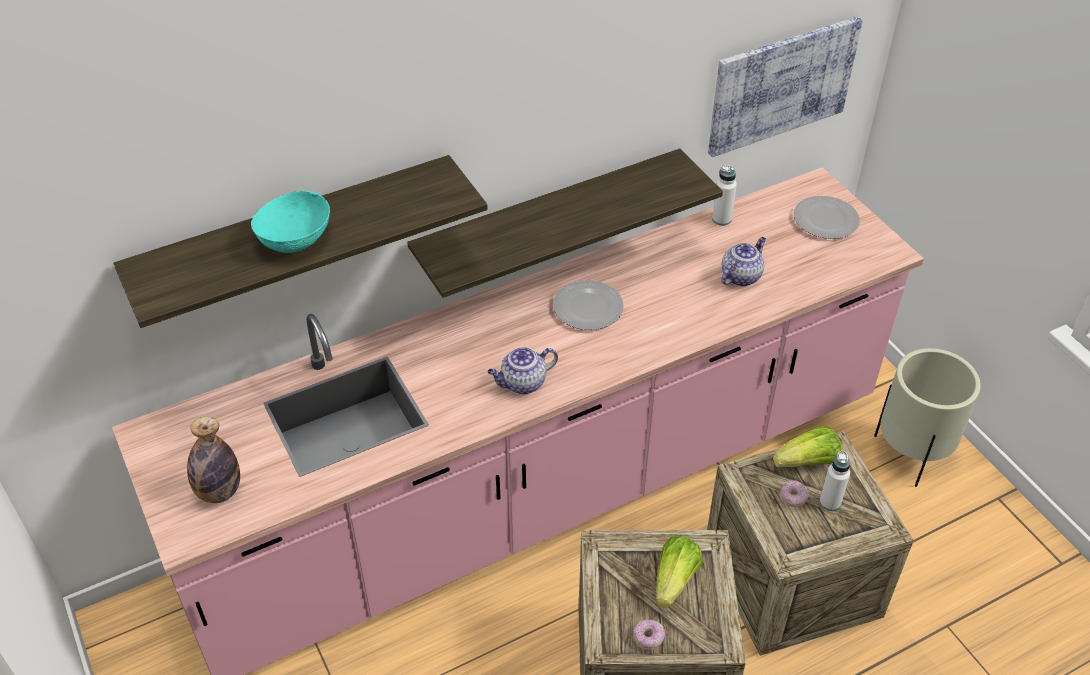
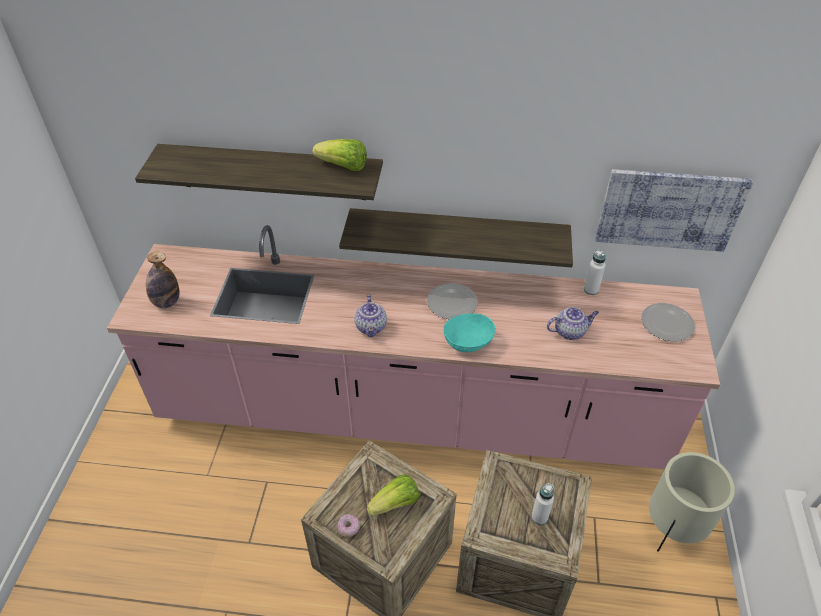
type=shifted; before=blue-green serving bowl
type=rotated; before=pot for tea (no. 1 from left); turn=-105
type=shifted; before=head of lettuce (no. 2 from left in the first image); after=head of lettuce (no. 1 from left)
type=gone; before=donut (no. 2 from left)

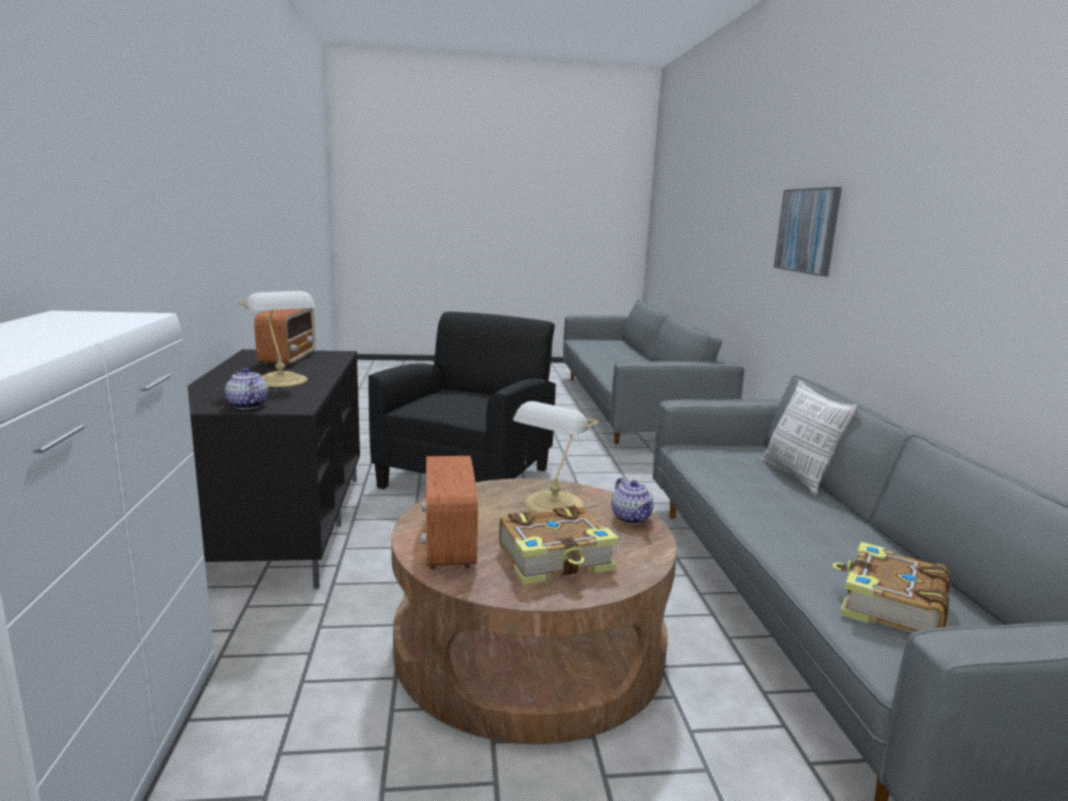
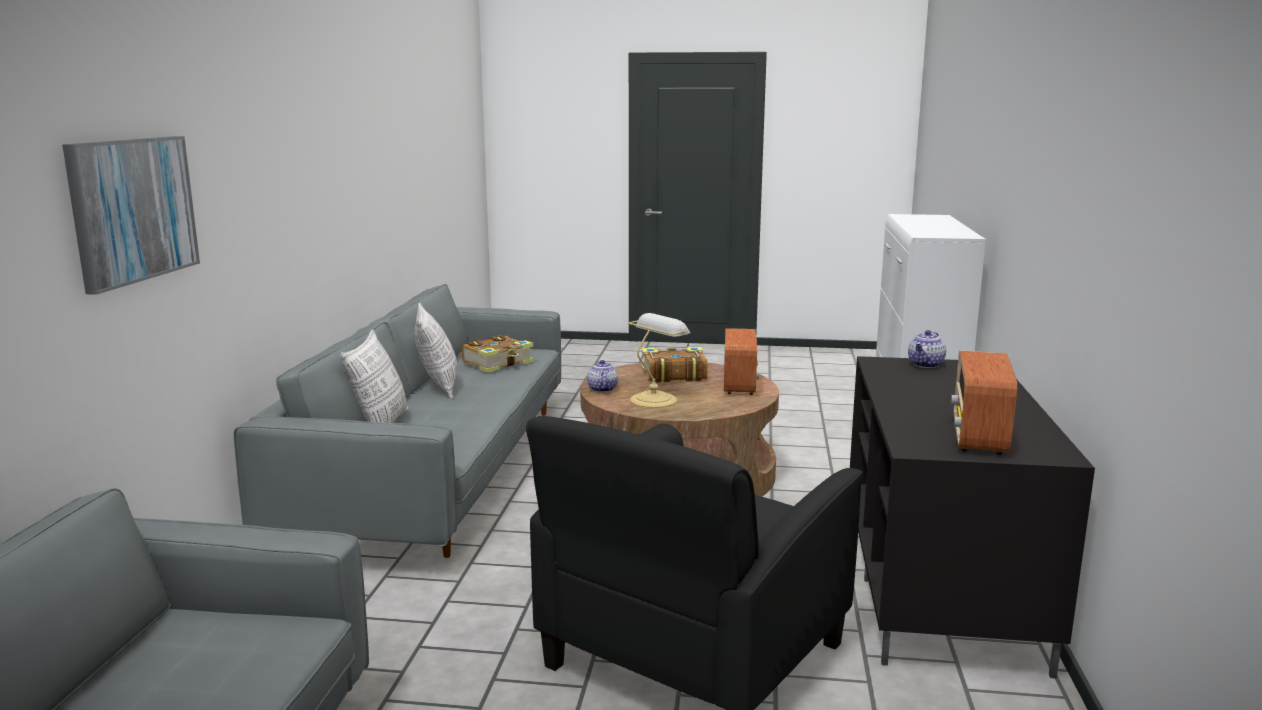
type=rotated; before=pot for tea (no. 1 from left in the first image); turn=60
type=gone; before=tabletop lamp (no. 1 from left)
type=new; after=throw pillow (no. 2 from left)

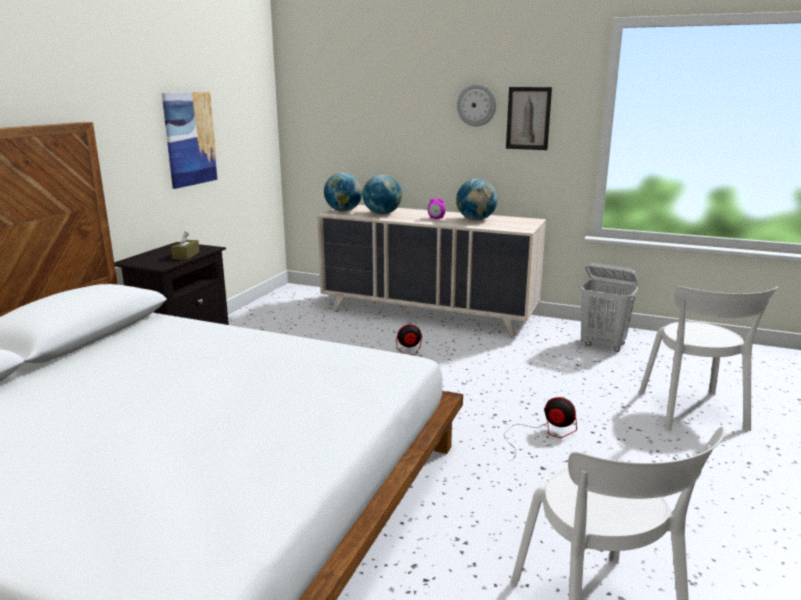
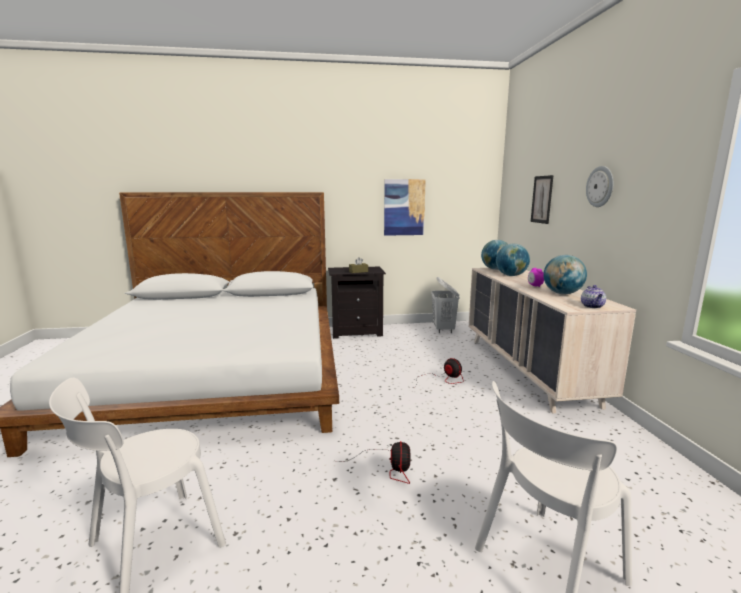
type=shifted; before=wall art (no. 2 from left)
type=shifted; before=whitish hamper
type=new; after=pot for tea

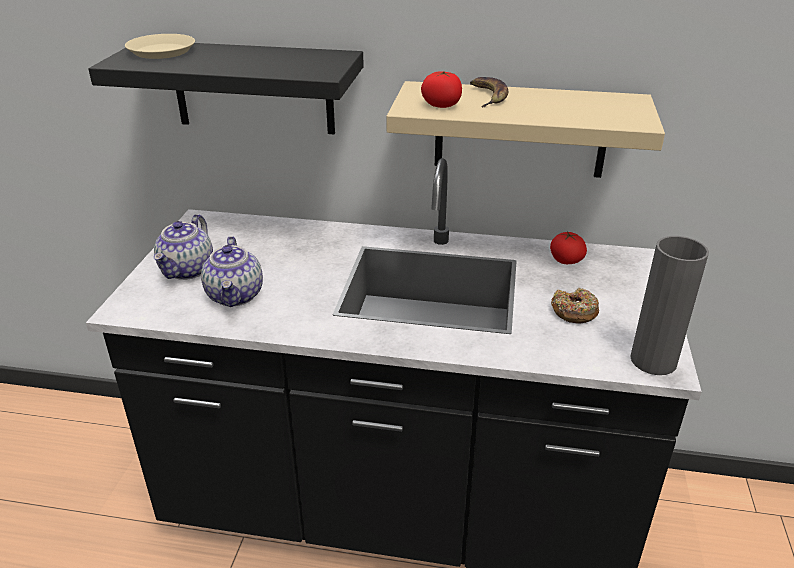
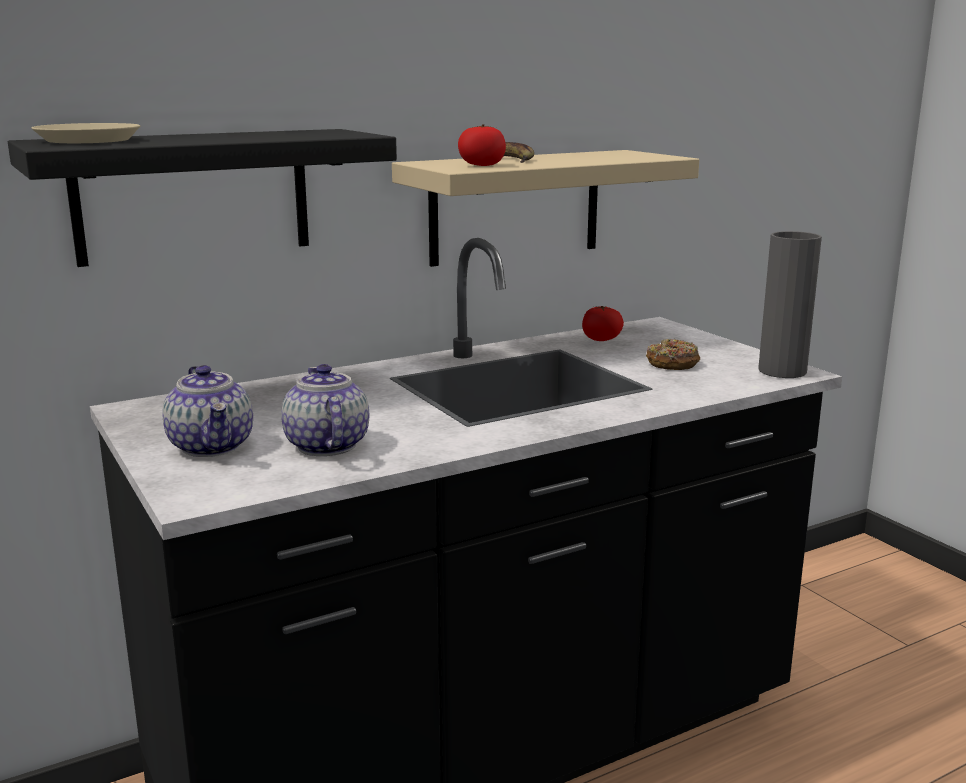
type=rotated; before=pot for tea (no. 2 from left); turn=-150

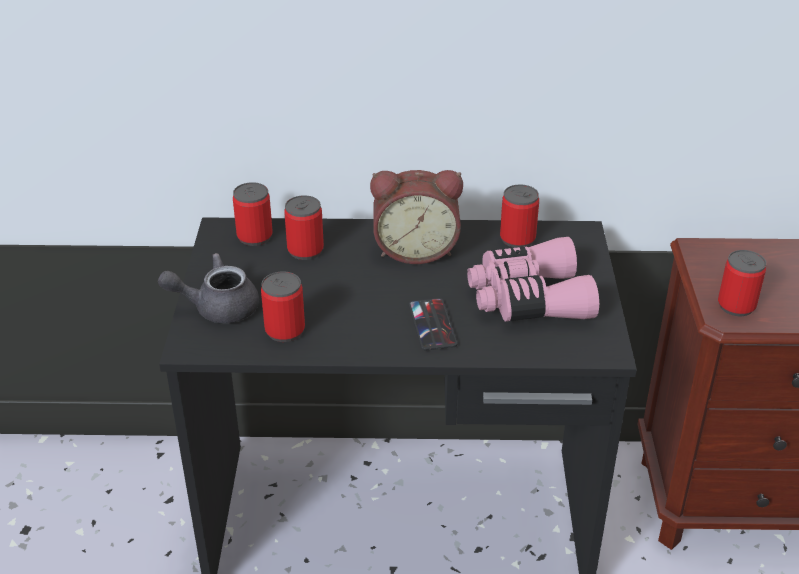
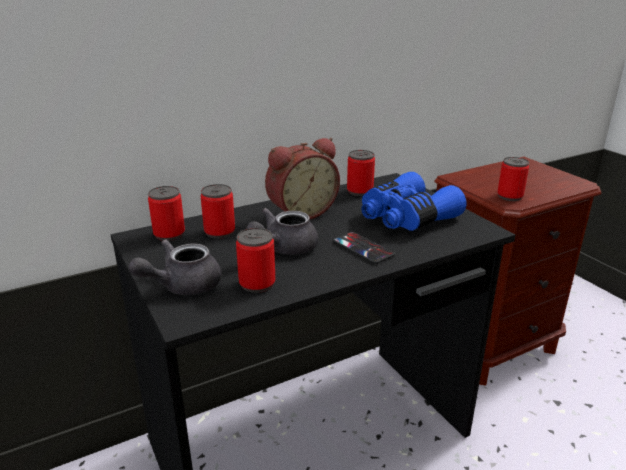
type=repainted; before=pinkish field glasses; after=blue-coloured field glasses
type=new; after=grey pot for tea (no. 2 from left)

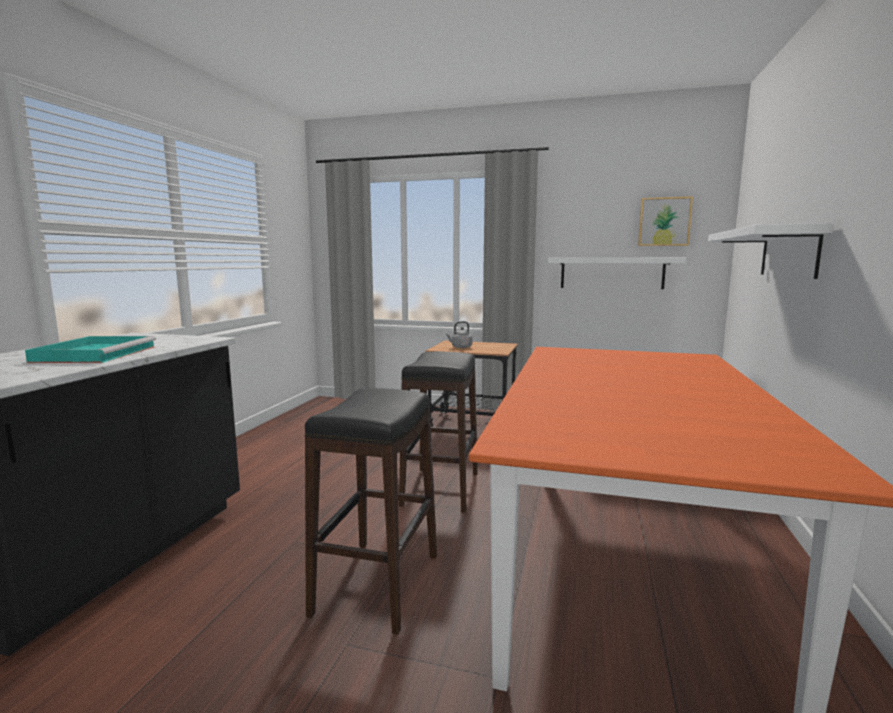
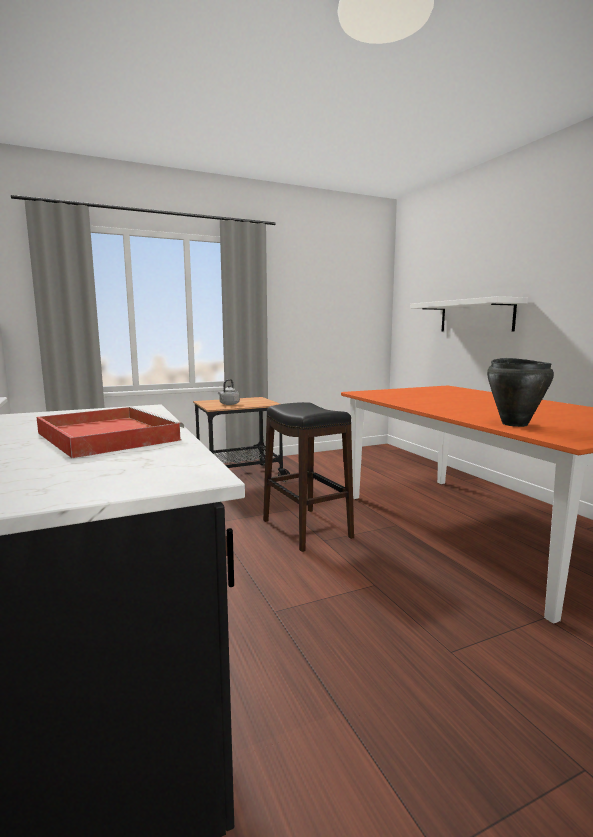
type=repainted; before=blue-green serving tray; after=red serving tray
type=gone; before=black sitting stool (no. 1 from left)
type=gone; before=whitish wall shelf (no. 1 from left)
type=gone; before=wall art
type=new; after=black cooking pot

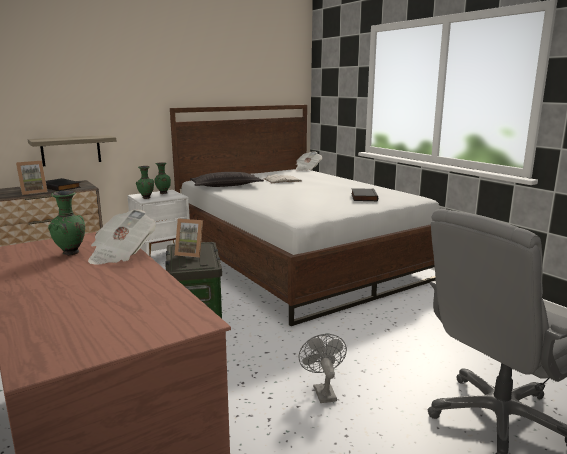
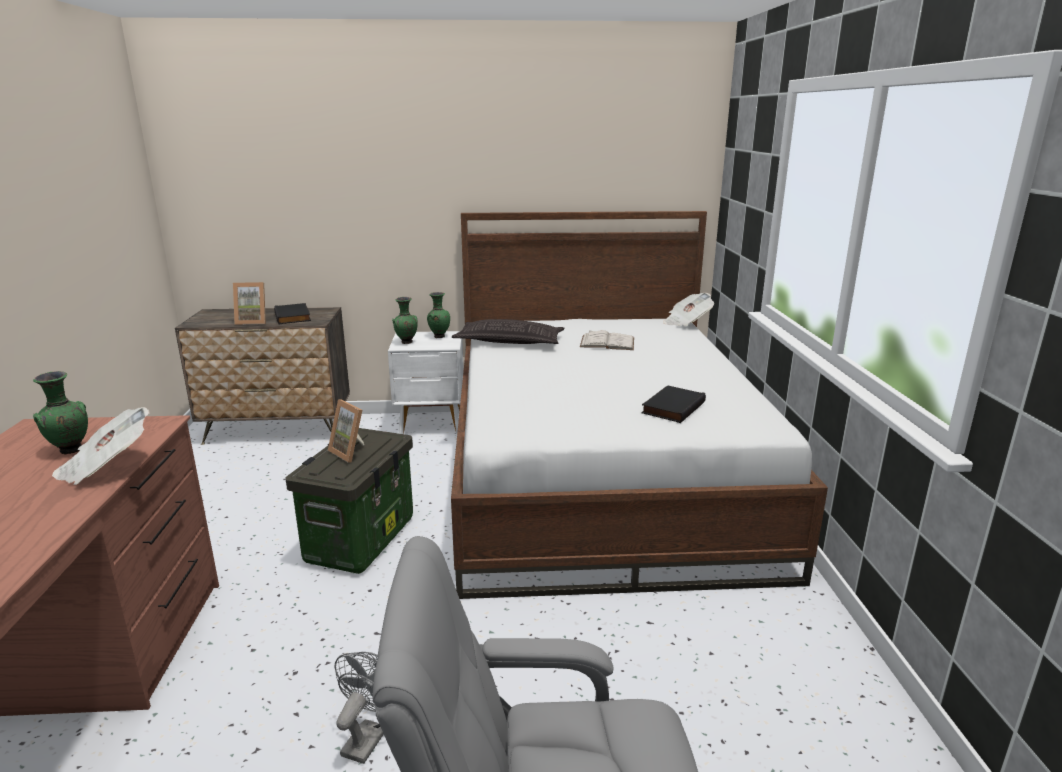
type=gone; before=wall shelf

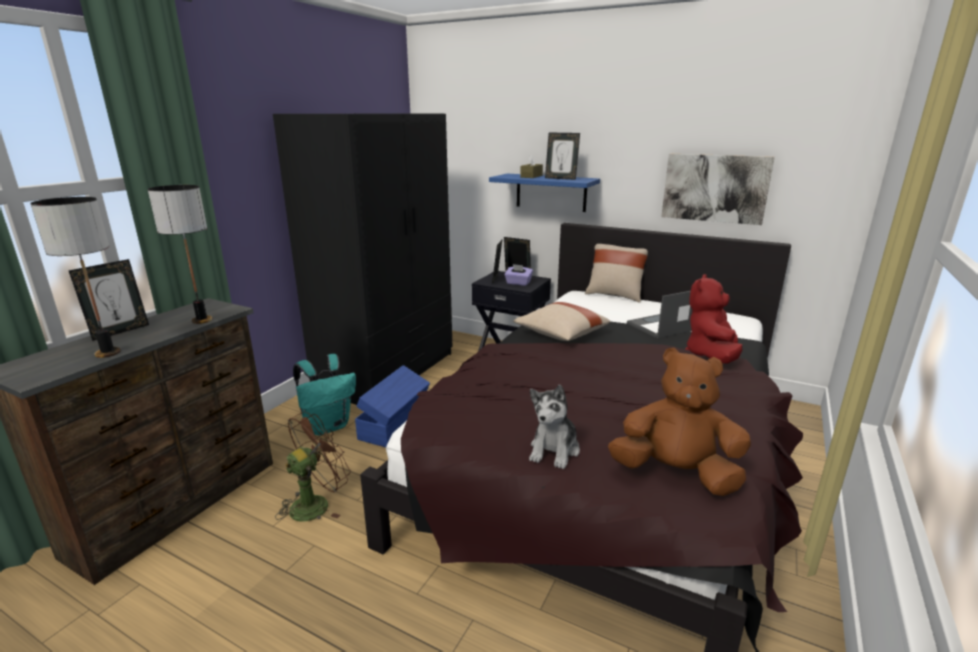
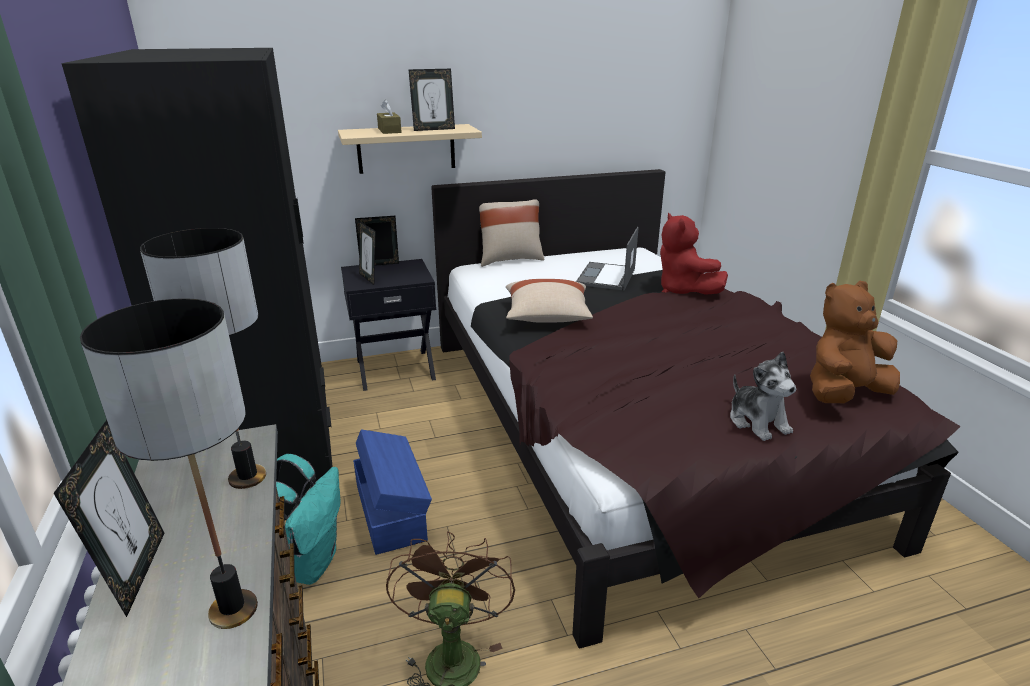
type=repainted; before=blue-coloured wall shelf; after=beige wall shelf
type=gone; before=purplish tissue box
type=gone; before=wall art

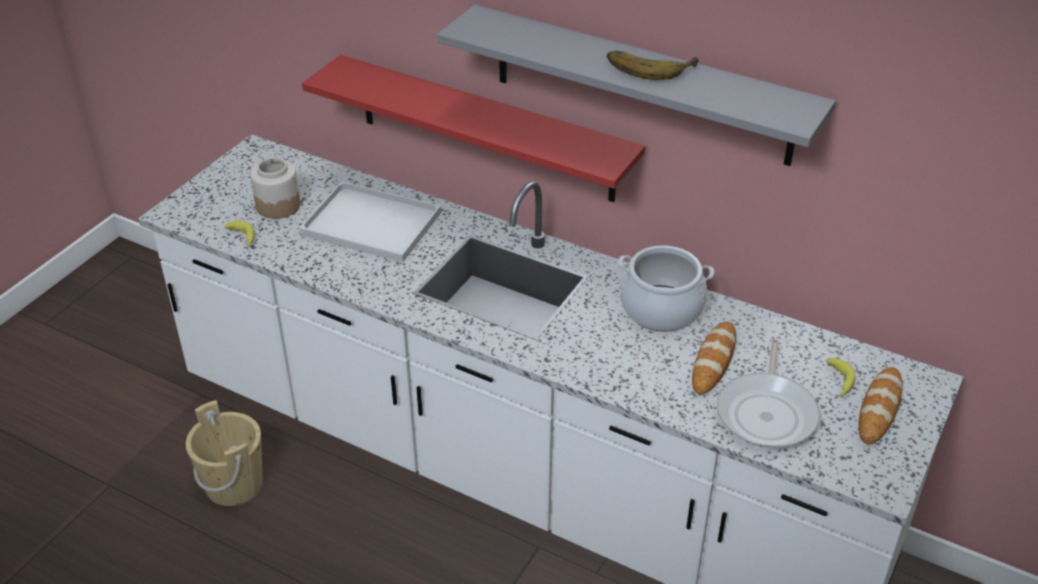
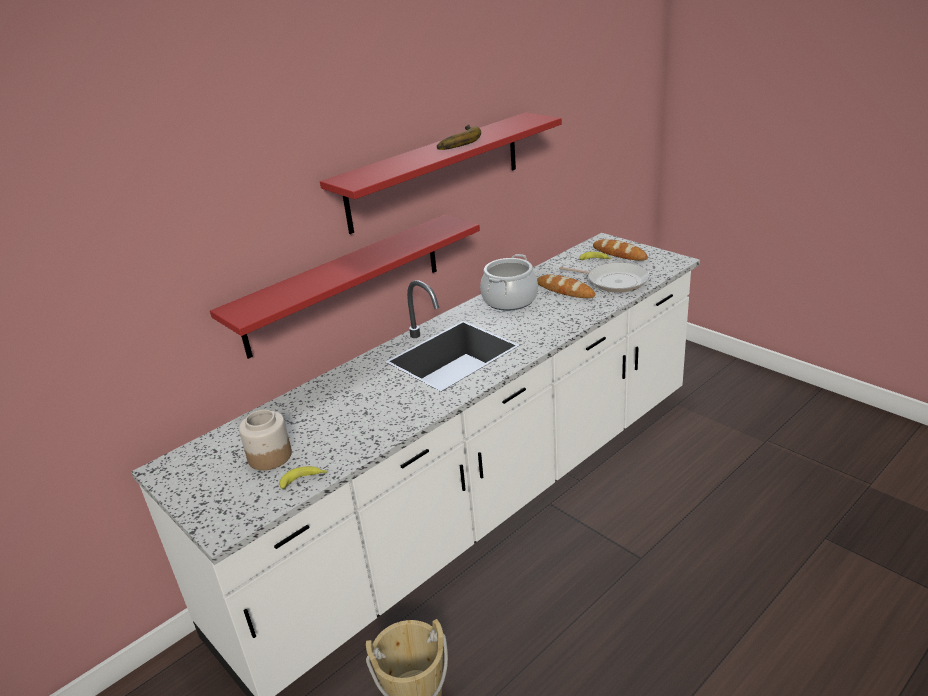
type=gone; before=whitish serving tray
type=repainted; before=grey wall shelf; after=red wall shelf (no. 2 from left)

